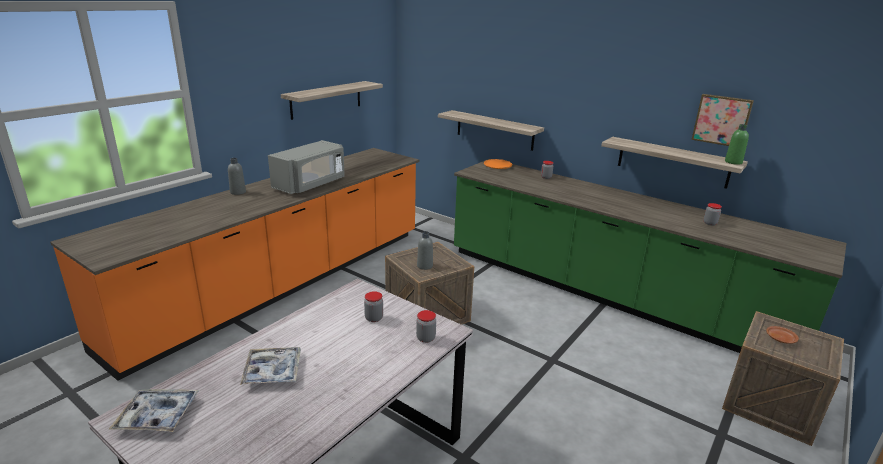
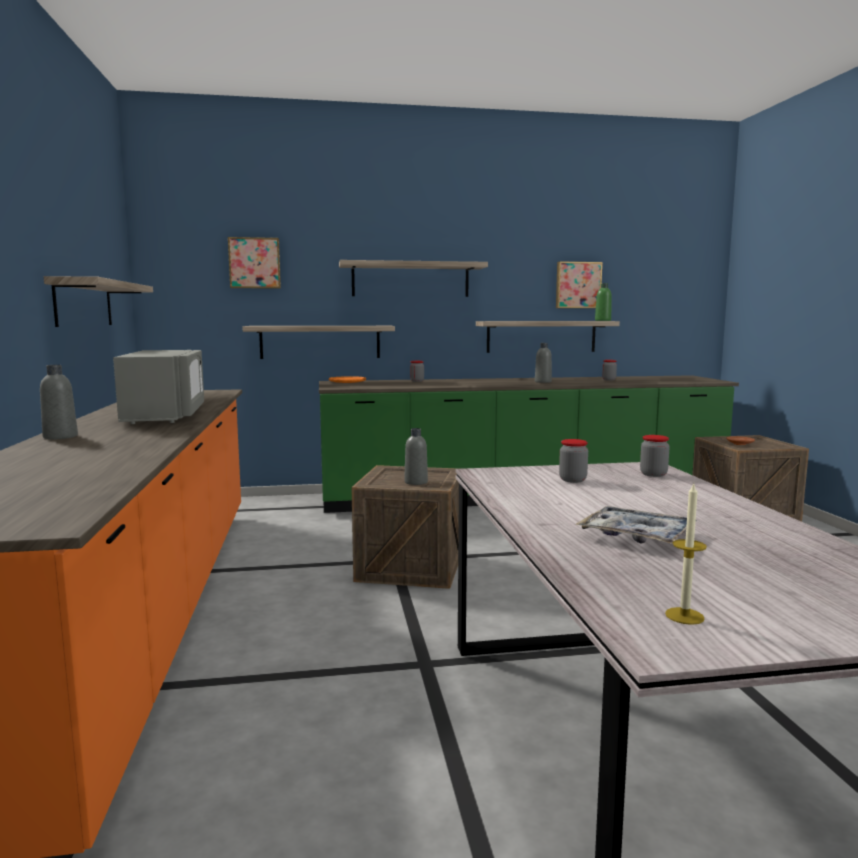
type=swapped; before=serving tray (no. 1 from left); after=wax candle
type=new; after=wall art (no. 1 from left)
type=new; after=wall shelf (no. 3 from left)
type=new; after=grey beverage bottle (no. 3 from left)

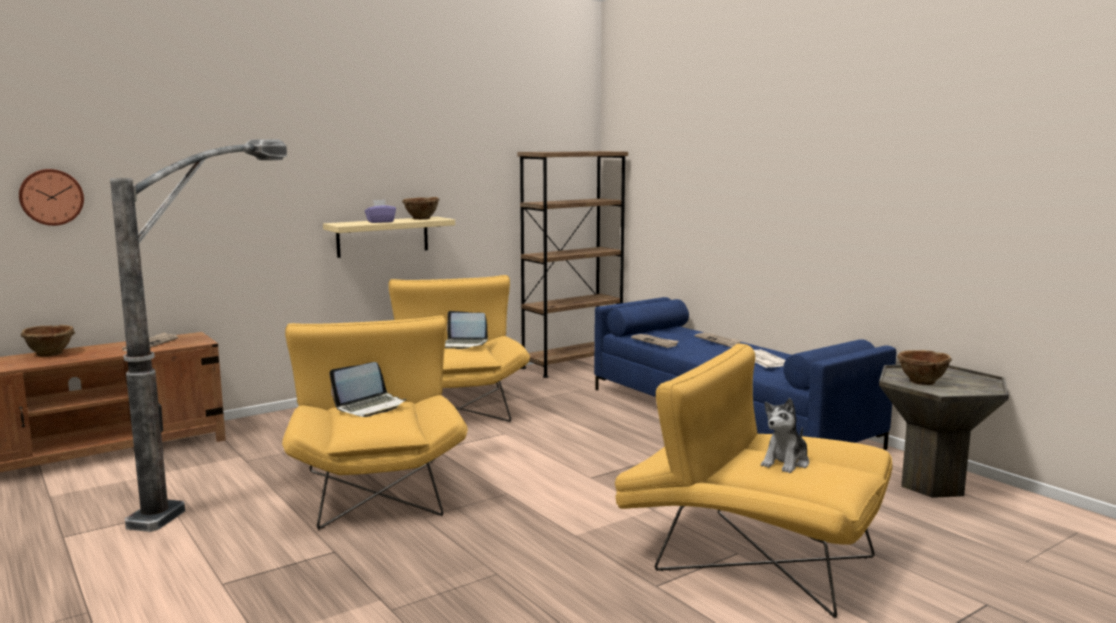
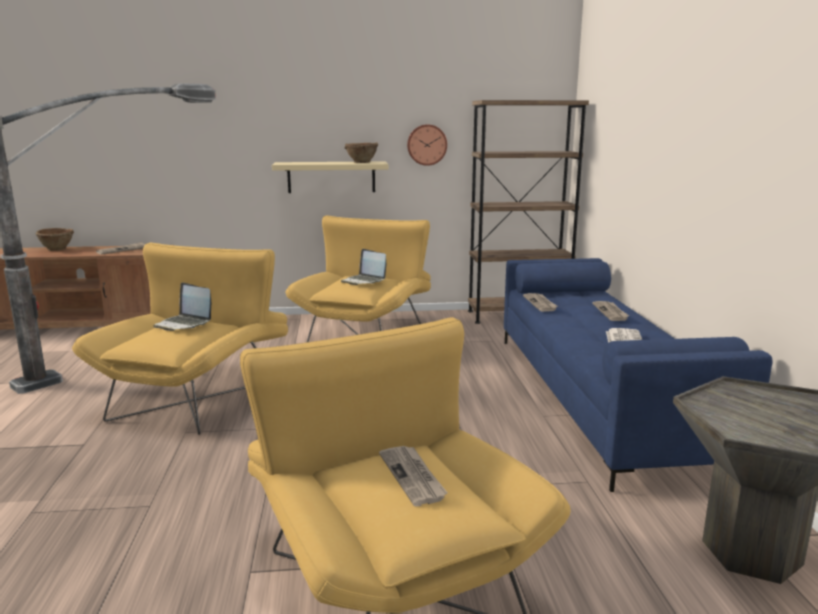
type=shifted; before=hanging clock
type=rotated; before=portable computer (no. 1 from left); turn=45
type=gone; before=purplish tissue box
type=swapped; before=cuddly toy; after=daily paper (no. 2 from left)
type=gone; before=brown-coloured serving bowl (no. 3 from left)

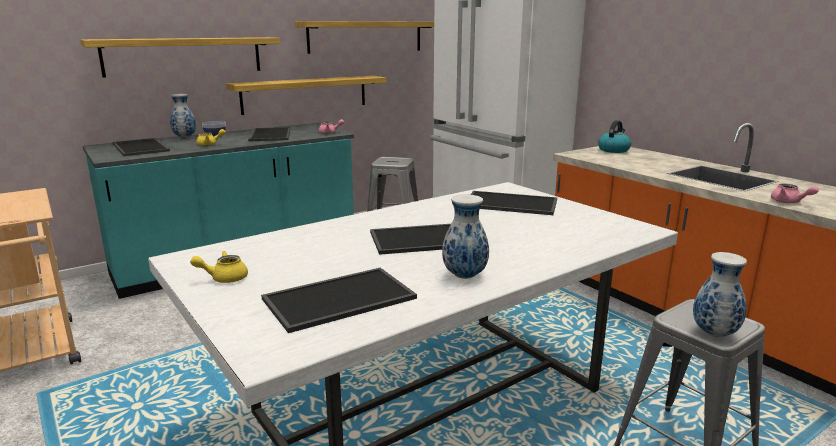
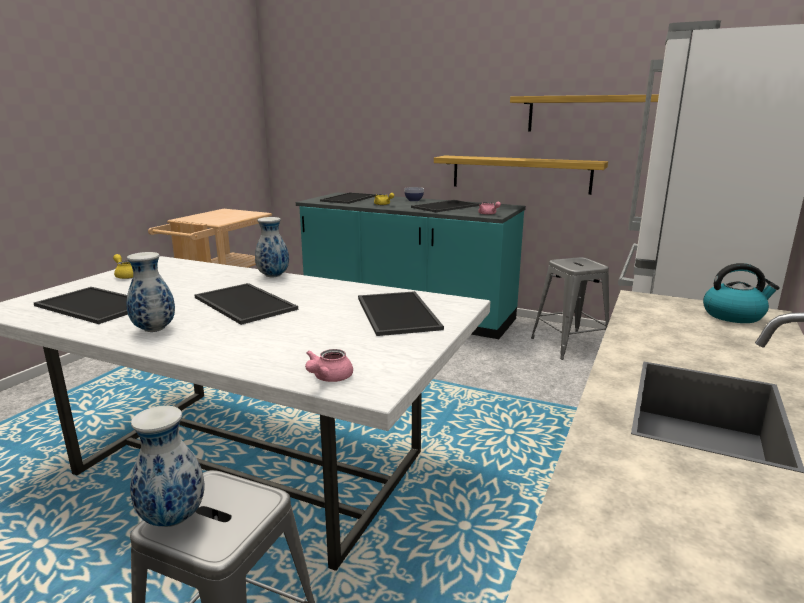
type=gone; before=wall shelf (no. 1 from left)
type=shifted; before=flower vase (no. 1 from left in the first image); after=flower vase (no. 3 from left)
type=shifted; before=pinkish pot for tea (no. 2 from left in the first image); after=pinkish pot for tea (no. 1 from left)

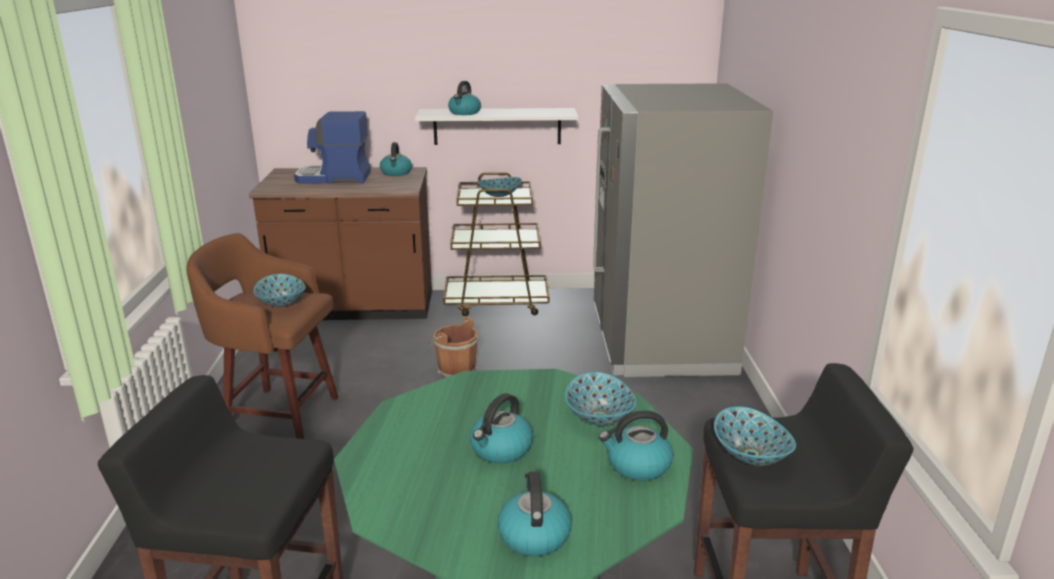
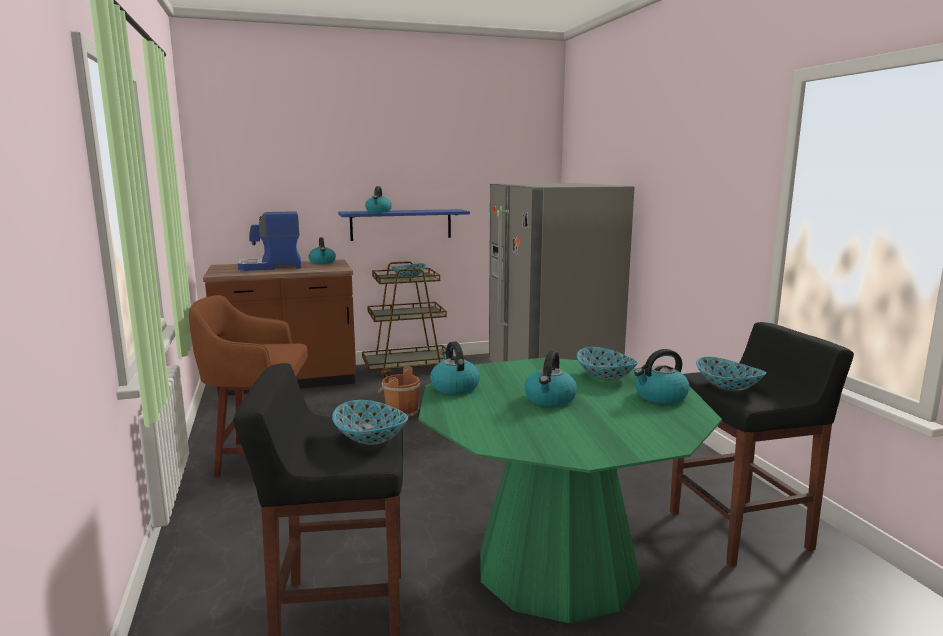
type=shifted; before=serving bowl (no. 1 from left)
type=repainted; before=whitish wall shelf; after=blue-coloured wall shelf
type=shifted; before=water kettle (no. 4 from left in the first image); after=water kettle (no. 3 from left)

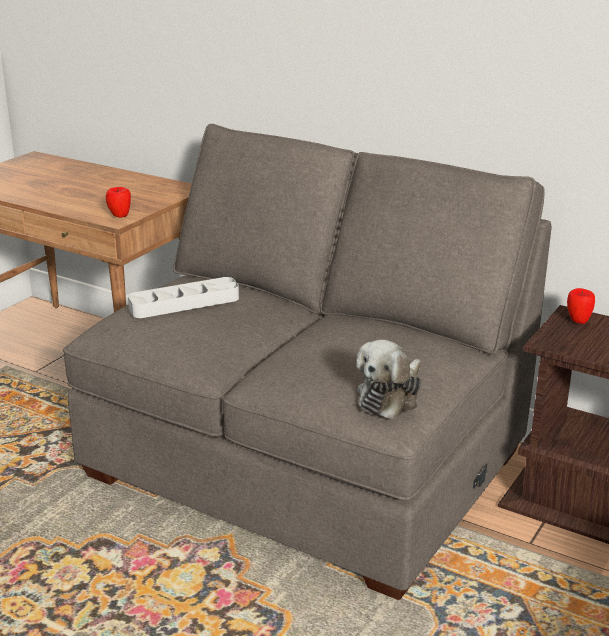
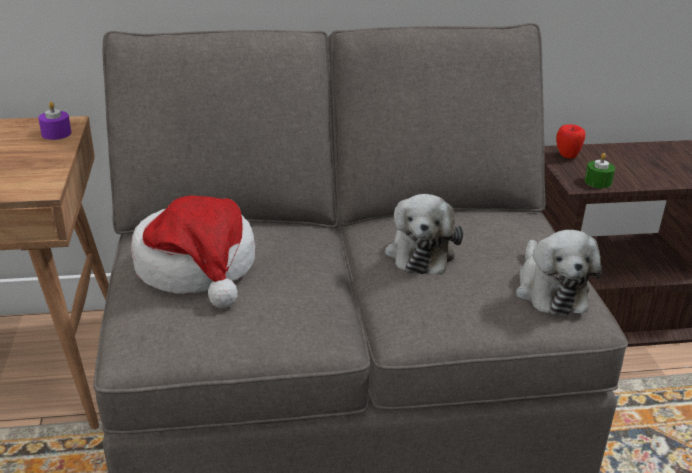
type=gone; before=apple fruit (no. 1 from left)
type=swapped; before=whitish serving tray; after=clothing hat
type=new; after=purplish wax candle
type=new; after=cuddly toy (no. 1 from left)
type=new; after=green-coloured wax candle

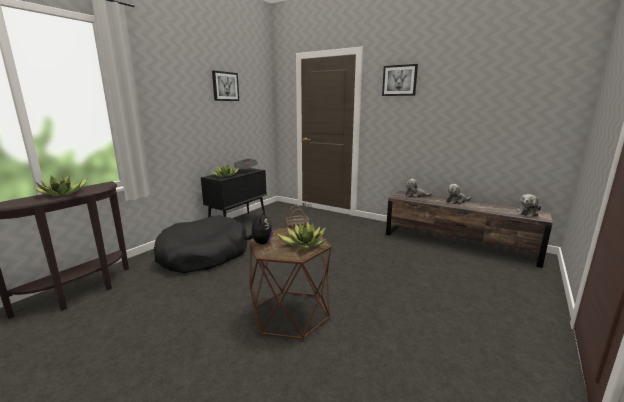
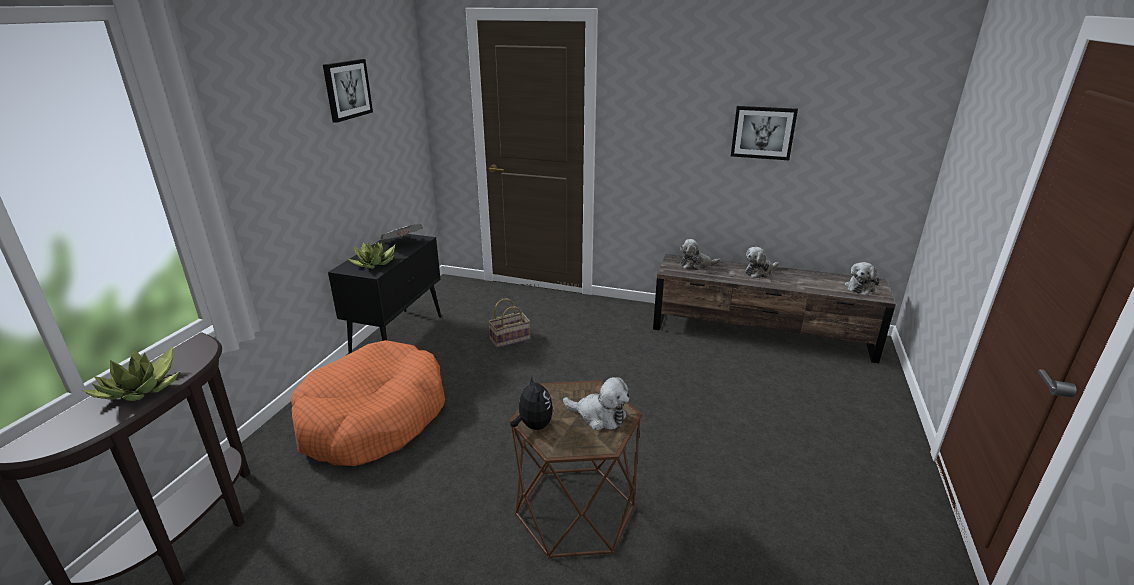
type=repainted; before=black pet bed; after=orange pet bed
type=swapped; before=houseplant (no. 3 from left); after=cuddly toy (no. 2 from left)
type=shifted; before=wall art (no. 2 from left)

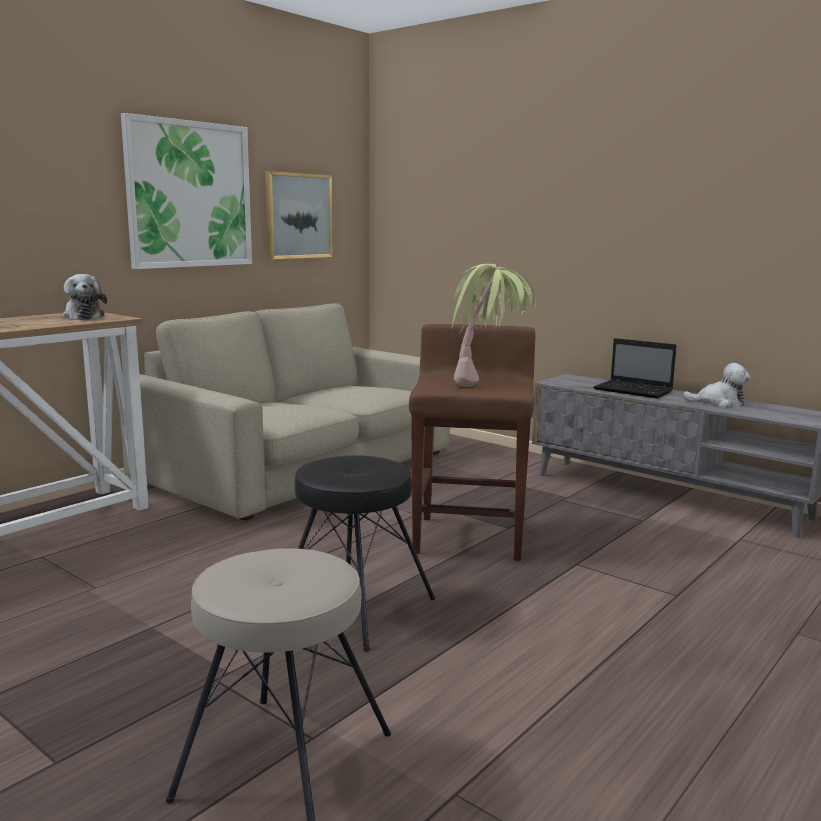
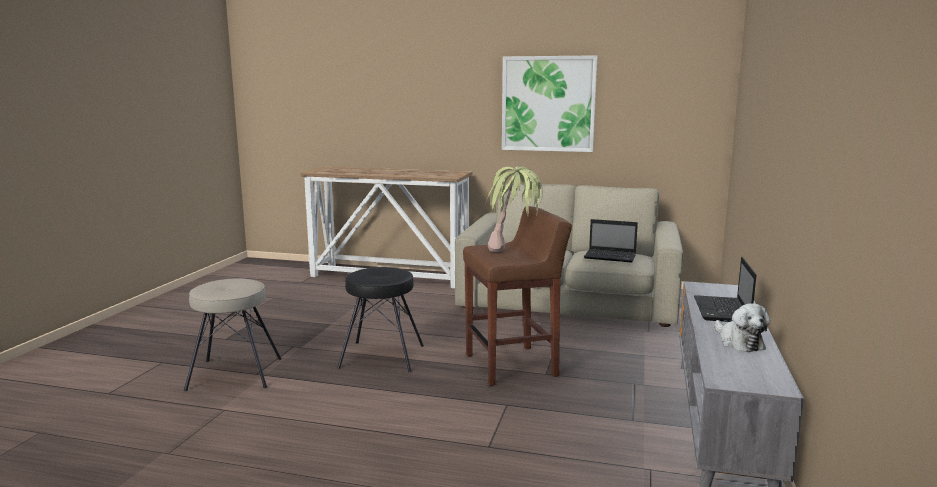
type=gone; before=cuddly toy (no. 1 from left)
type=gone; before=wall art (no. 2 from left)
type=new; after=portable computer (no. 1 from left)

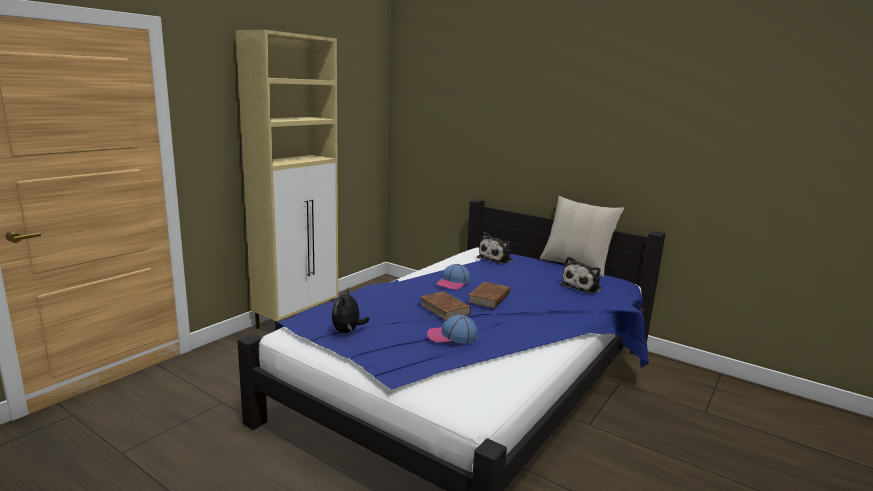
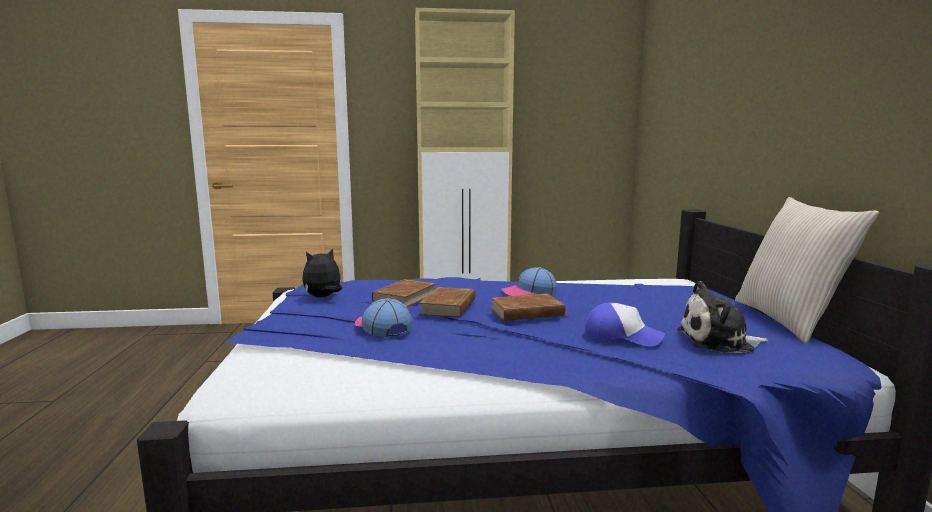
type=gone; before=cuddly toy (no. 2 from left)
type=new; after=brown-coloured volume (no. 1 from left)
type=new; after=cap (no. 3 from left)

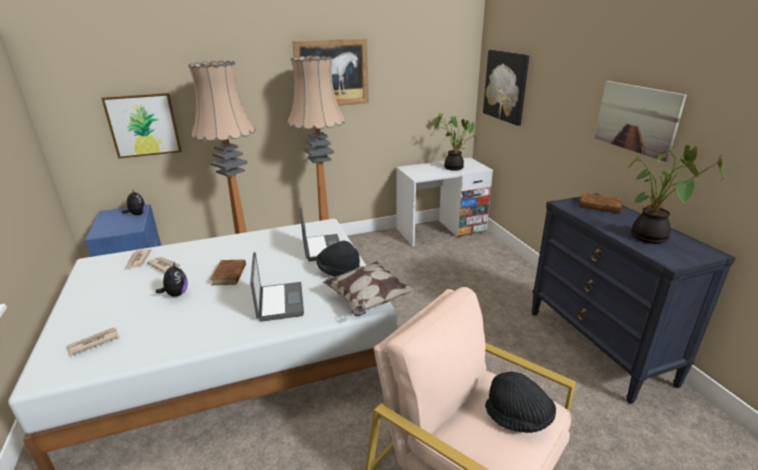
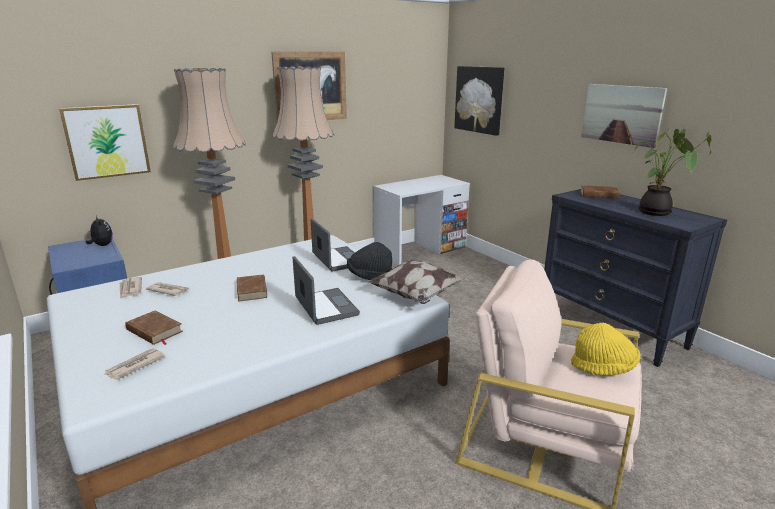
type=gone; before=cuddly toy (no. 2 from left)
type=gone; before=houseplant (no. 1 from left)
type=repainted; before=black clothing hat (no. 2 from left); after=yellowish clothing hat
type=new; after=brown-coloured volume (no. 1 from left)

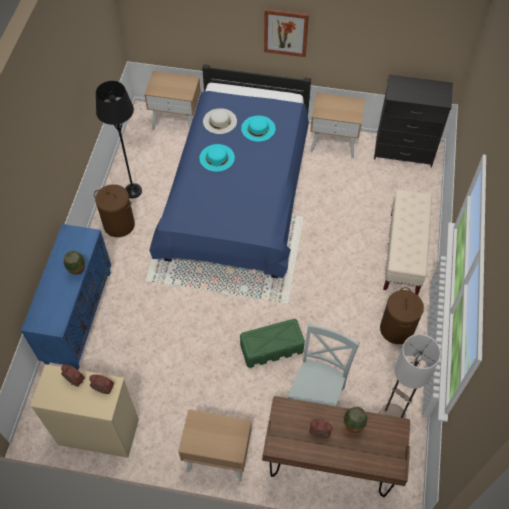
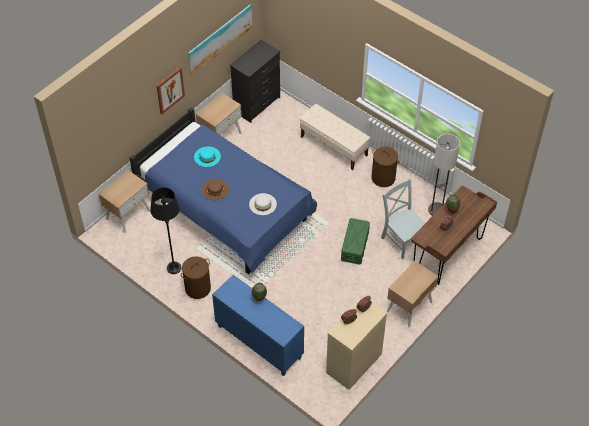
type=repainted; before=blue-green clothing hat (no. 1 from left); after=brown-coloured clothing hat
type=shifted; before=whitish clothing hat
type=new; after=wall art (no. 2 from left)

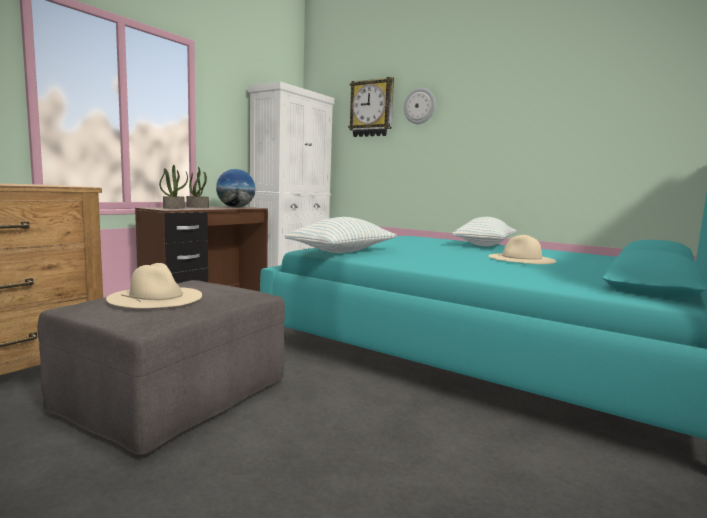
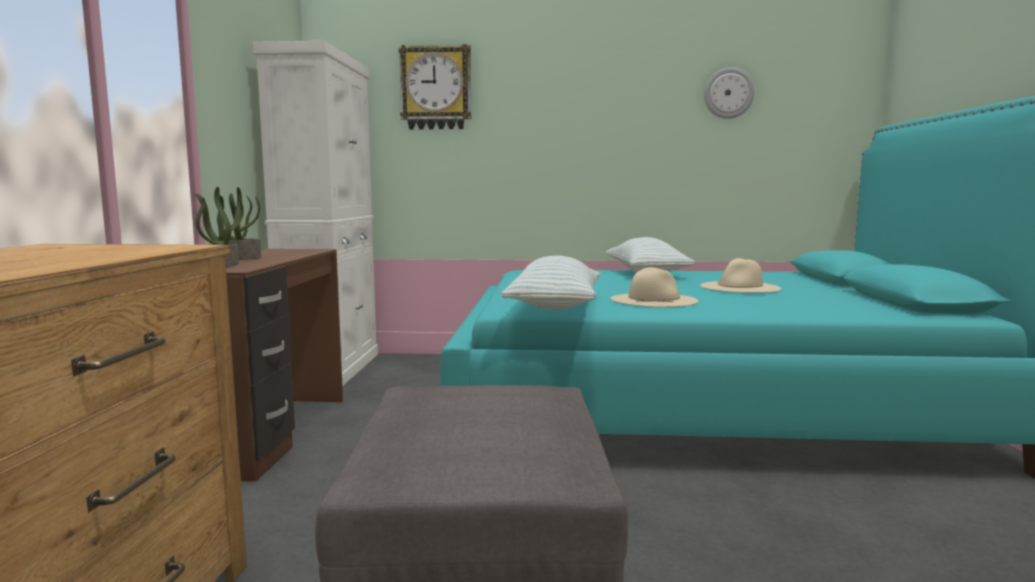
type=shifted; before=beige clothing hat (no. 1 from left)
type=gone; before=world globe
type=shifted; before=hanging clock (no. 2 from left)

